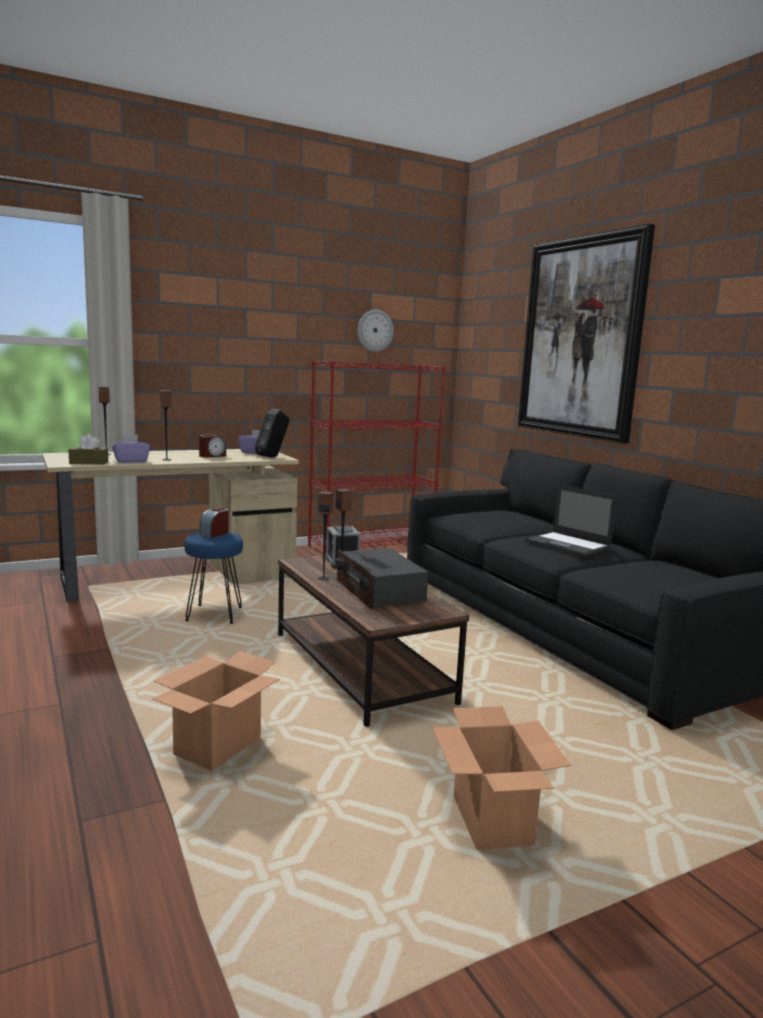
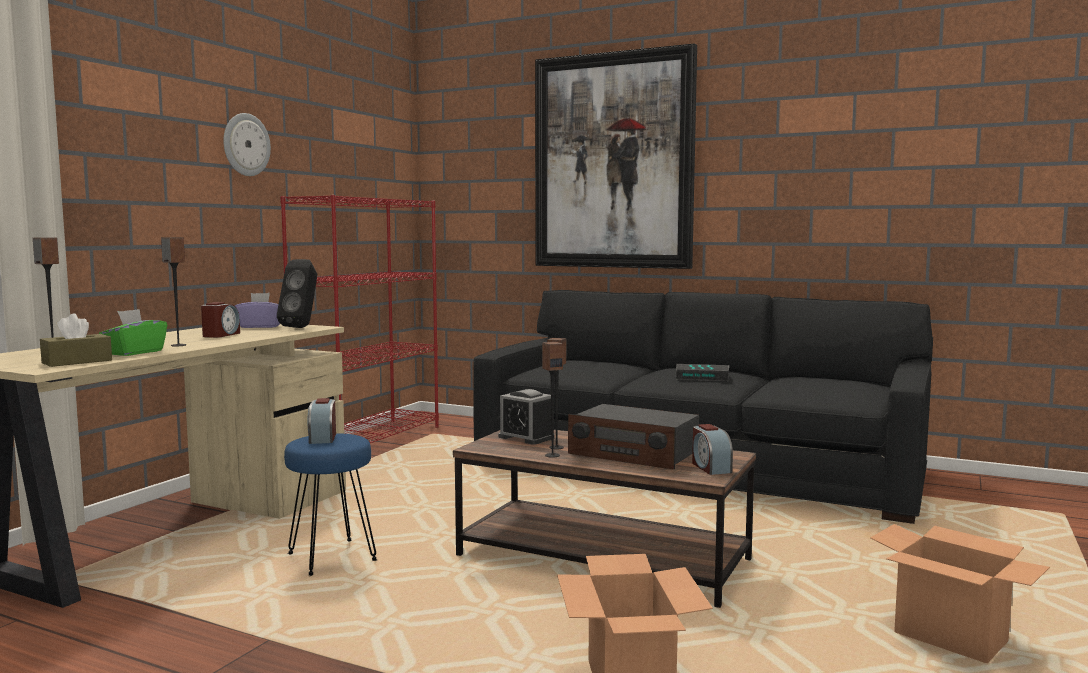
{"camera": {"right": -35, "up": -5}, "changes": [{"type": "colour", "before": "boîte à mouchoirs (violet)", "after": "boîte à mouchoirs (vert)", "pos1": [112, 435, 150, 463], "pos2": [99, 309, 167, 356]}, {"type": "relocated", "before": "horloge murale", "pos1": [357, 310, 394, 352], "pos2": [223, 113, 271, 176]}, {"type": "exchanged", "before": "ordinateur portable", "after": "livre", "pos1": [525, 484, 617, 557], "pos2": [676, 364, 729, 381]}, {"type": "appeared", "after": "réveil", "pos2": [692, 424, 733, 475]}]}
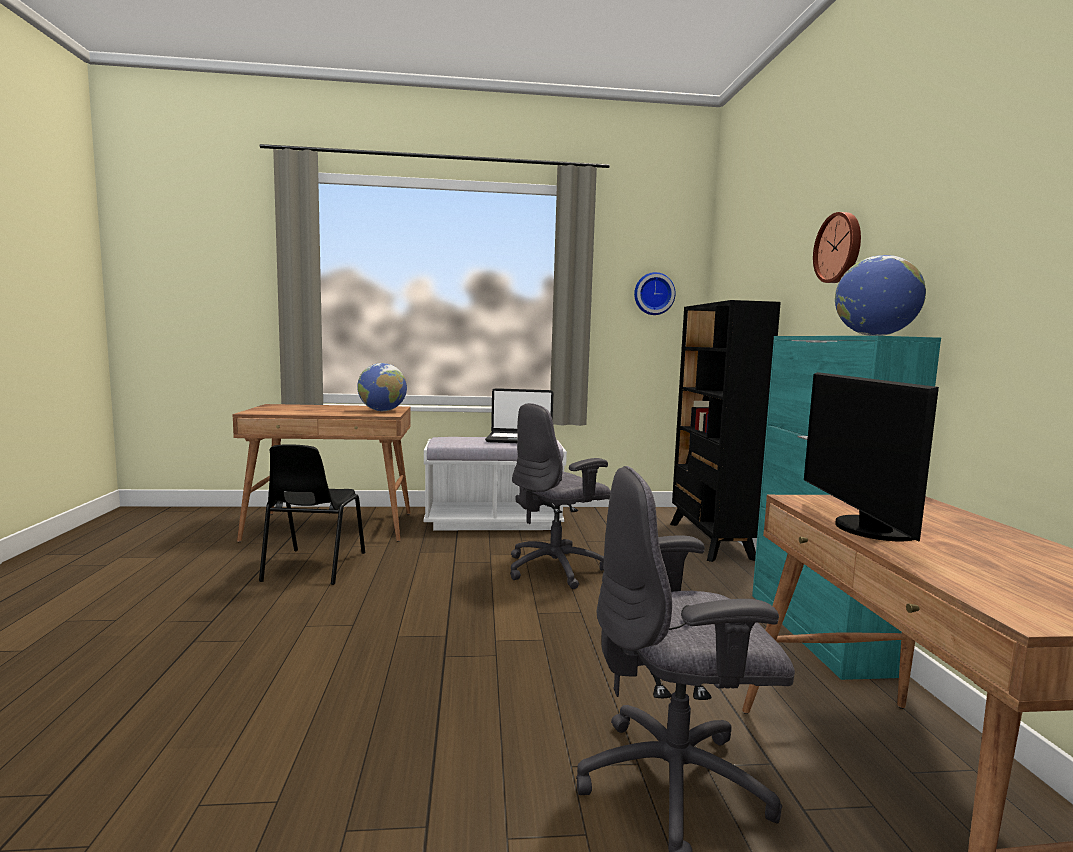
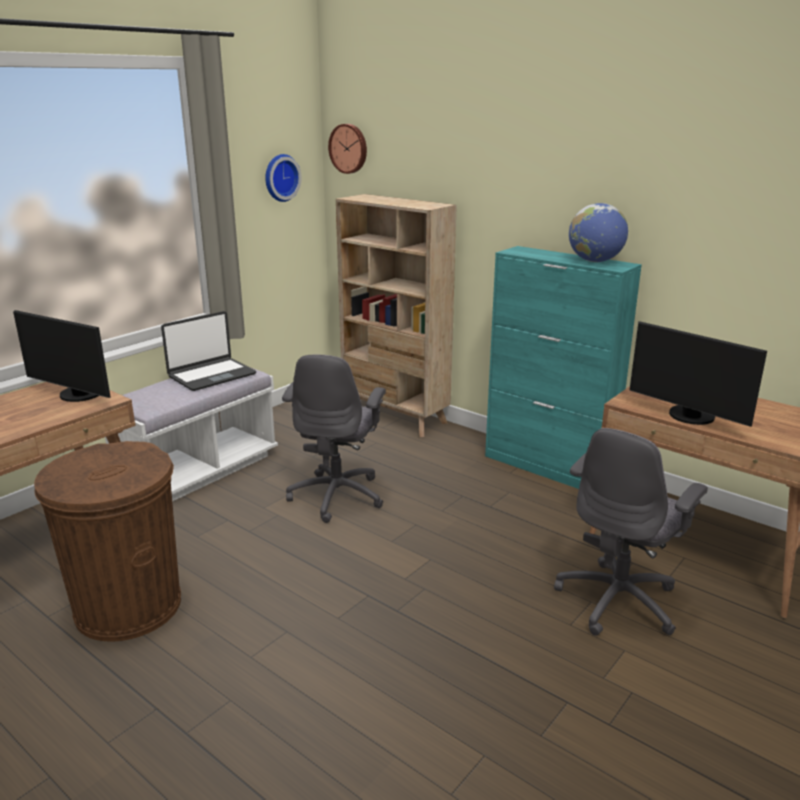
{"camera": {"right": -45, "up": 15}, "changes": [{"type": "exchanged", "before": "chaise (noir)", "after": "poubelle (marron)", "pos1": [259, 444, 365, 585], "pos2": [34, 441, 181, 641]}, {"type": "exchanged", "before": "globe", "after": "écran d'ordinateur", "pos1": [357, 363, 407, 411], "pos2": [13, 310, 111, 402]}, {"type": "colour", "before": "bibliothèque (noir)", "after": "bibliothèque (beige)", "pos1": [670, 300, 781, 562], "pos2": [336, 194, 457, 437]}, {"type": "relocated", "before": "horloge murale", "pos1": [813, 212, 861, 283], "pos2": [328, 124, 367, 174]}]}
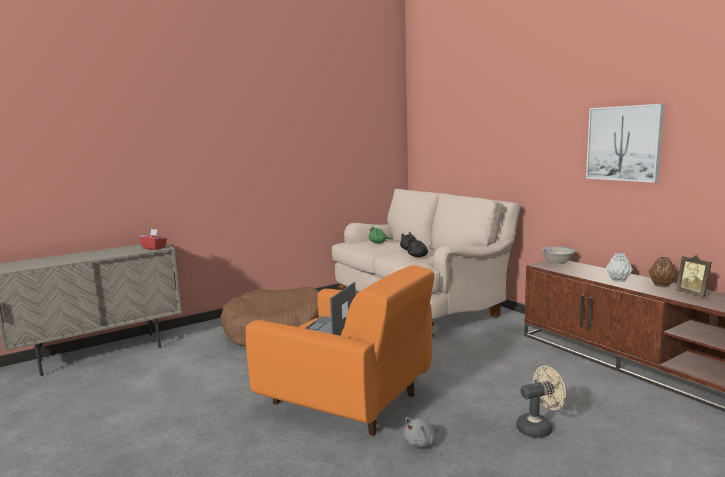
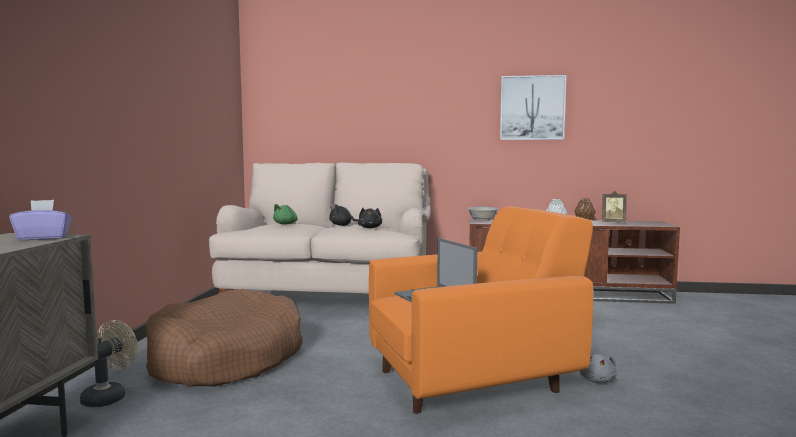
{"camera": {"right": -50, "up": -5}, "changes": [{"type": "colour", "before": "boîte à mouchoirs (rouge)", "after": "boîte à mouchoirs (violet)", "pos1": [139, 229, 167, 250], "pos2": [9, 200, 72, 240]}, {"type": "relocated", "before": "ventilateur (beige)", "pos1": [516, 365, 566, 438], "pos2": [80, 320, 138, 407]}]}
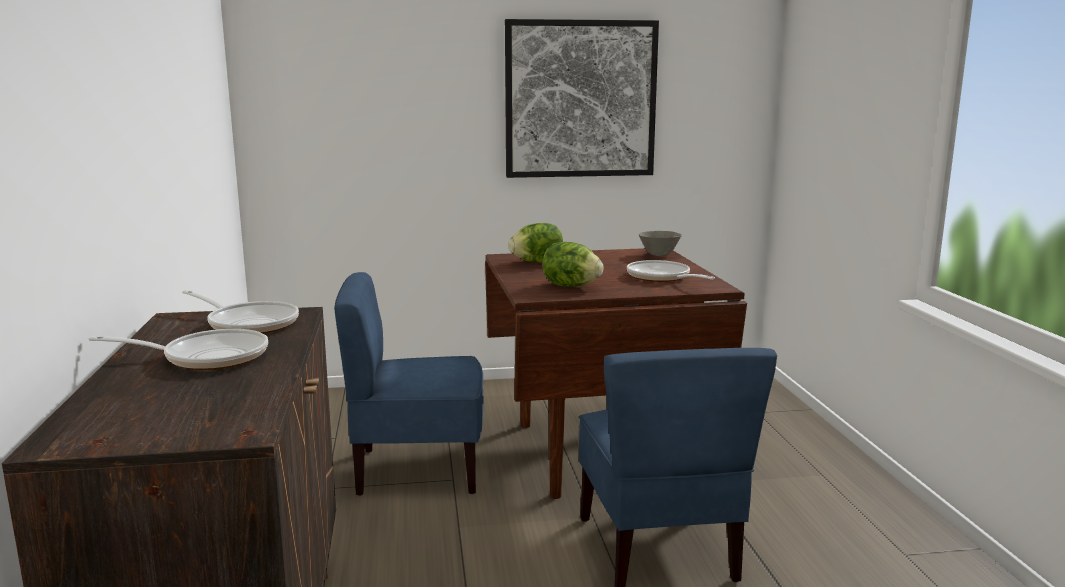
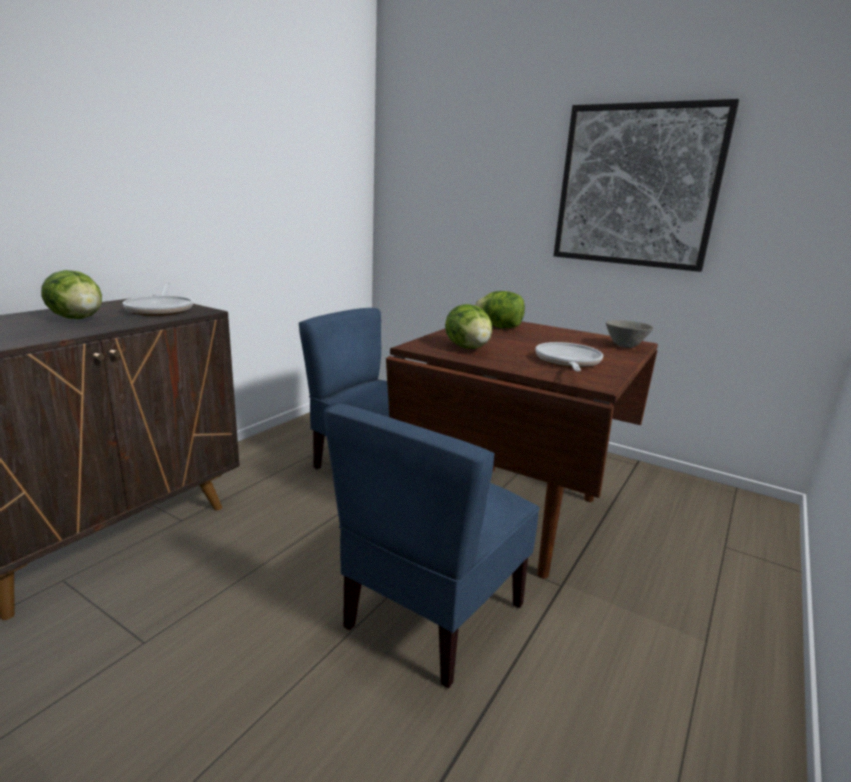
{"camera": {"right": 40, "up": 5}, "changes": [{"type": "exchanged", "before": "poêle", "after": "laitue", "pos1": [88, 329, 268, 370], "pos2": [41, 270, 102, 319]}]}
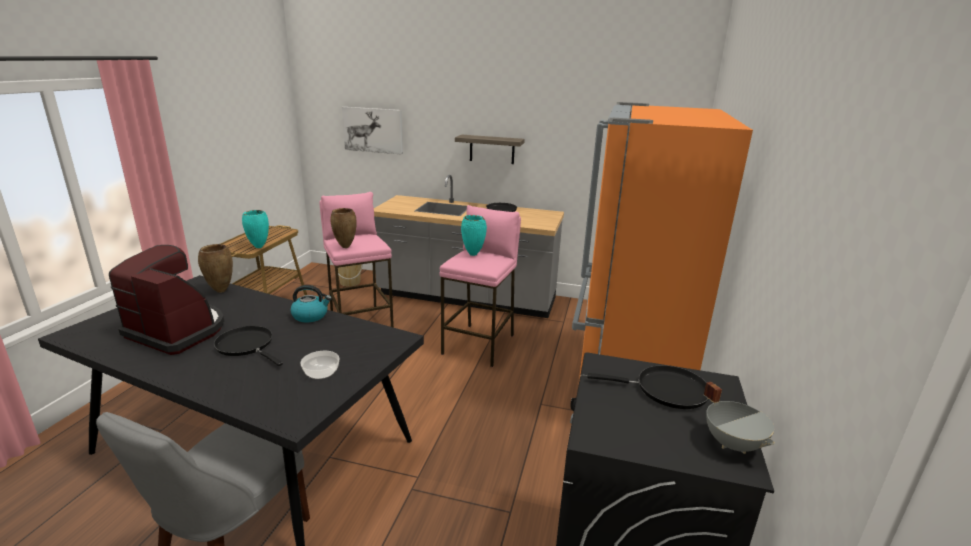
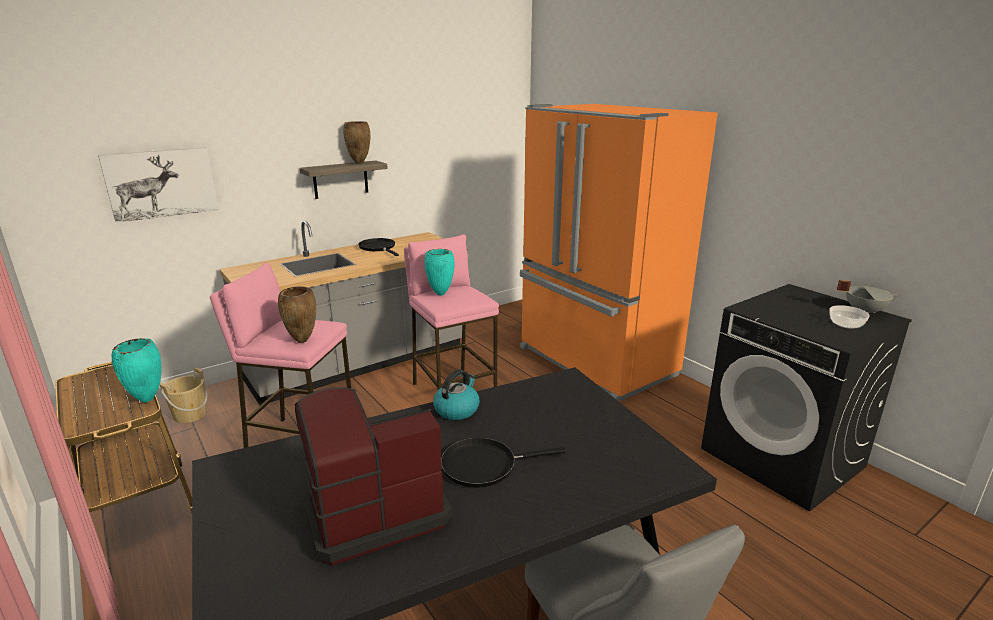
{"camera": {"right": -50, "up": 0}, "changes": [{"type": "relocated", "before": "vase (marron)", "pos1": [198, 244, 233, 293], "pos2": [343, 121, 370, 164]}, {"type": "relocated", "before": "bol", "pos1": [301, 351, 340, 379], "pos2": [829, 305, 870, 329]}, {"type": "missing", "before": "poêle (noir)", "pos1": [587, 365, 708, 409]}]}
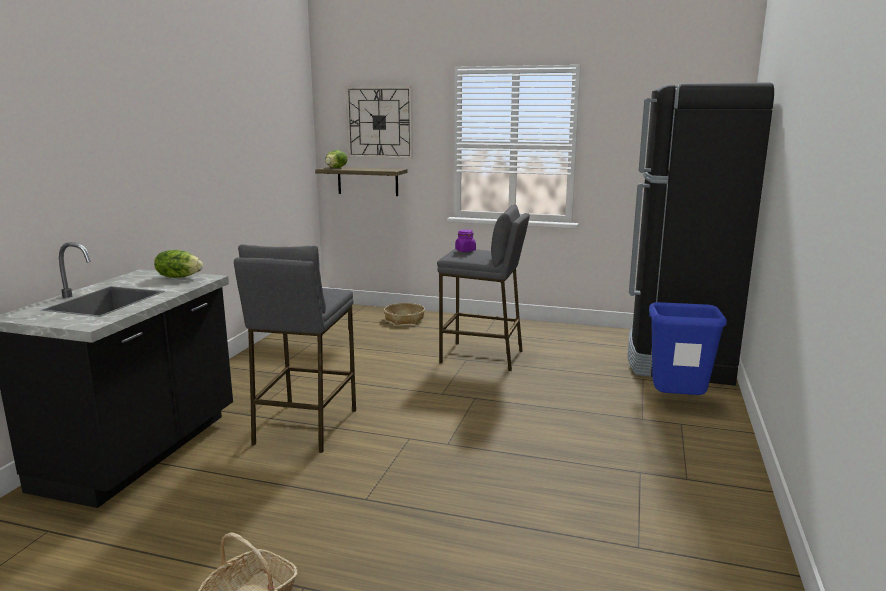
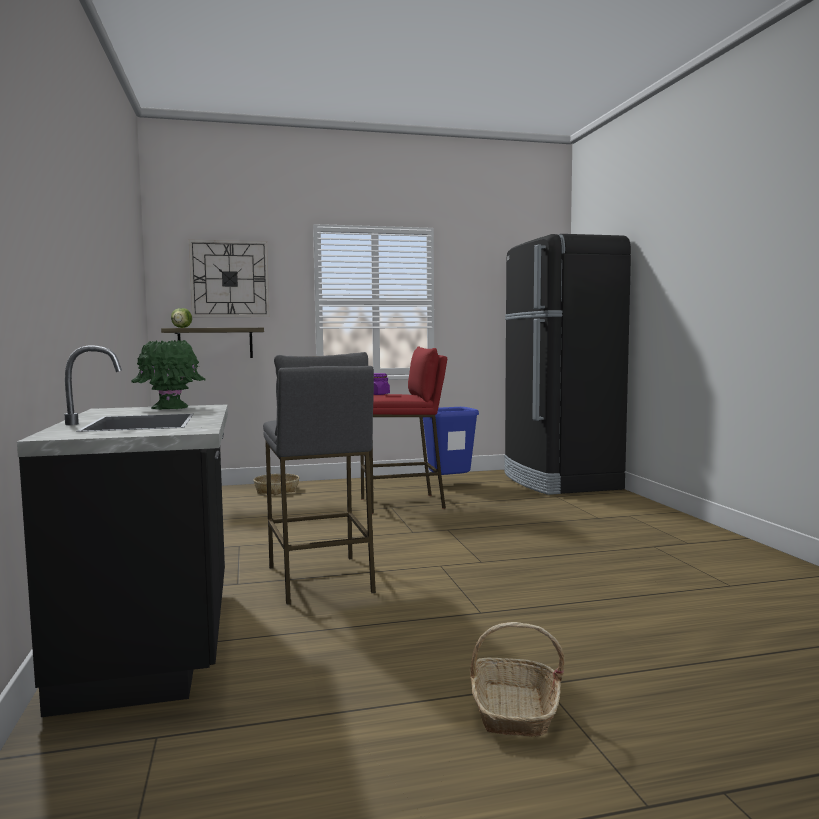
{"camera": {"right": -30, "up": -10}, "changes": [{"type": "exchanged", "before": "laitue", "after": "vase (vert)", "pos1": [154, 250, 203, 278], "pos2": [131, 340, 206, 410]}, {"type": "colour", "before": "tabouret (gris)", "after": "tabouret (rouge)", "pos1": [437, 204, 530, 371], "pos2": [360, 346, 447, 514]}, {"type": "relocated", "before": "poubelle (bleu)", "pos1": [649, 302, 727, 395], "pos2": [423, 407, 479, 475]}]}
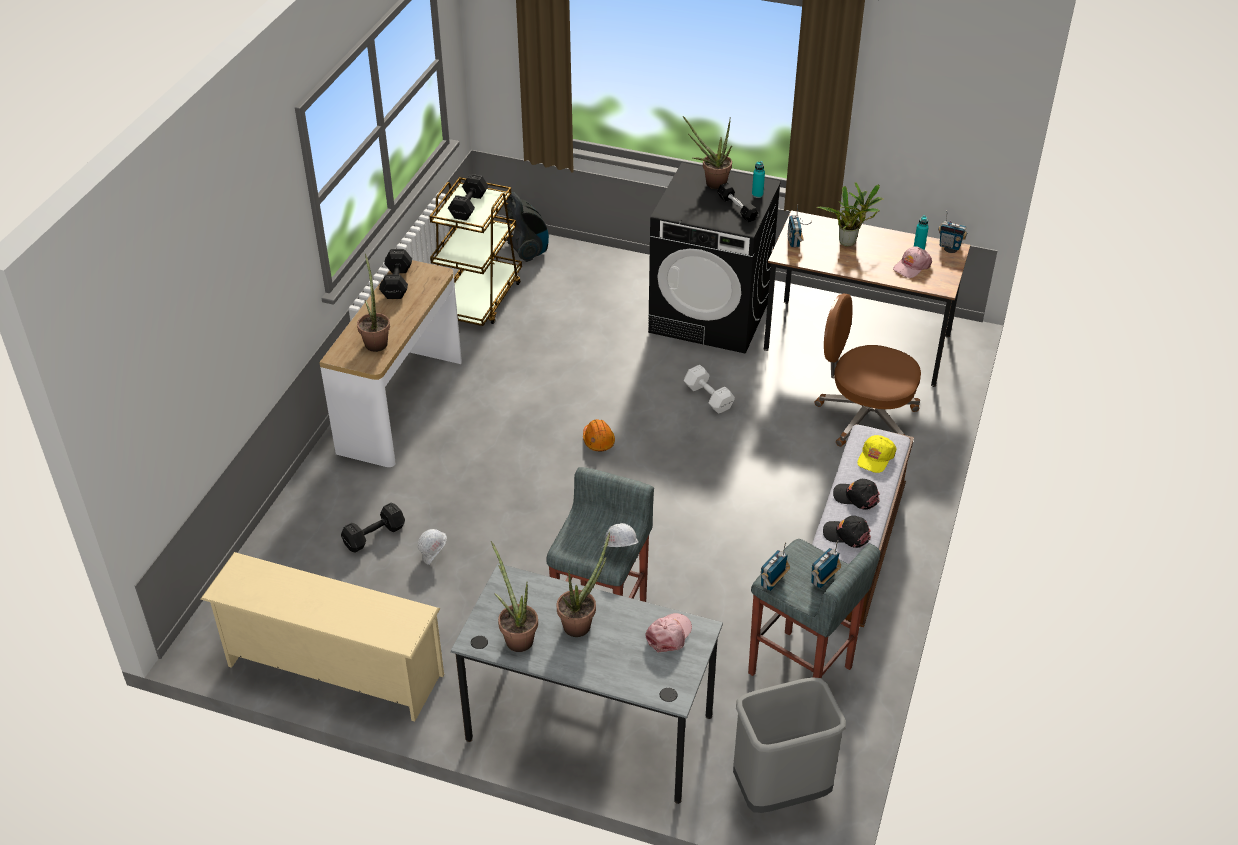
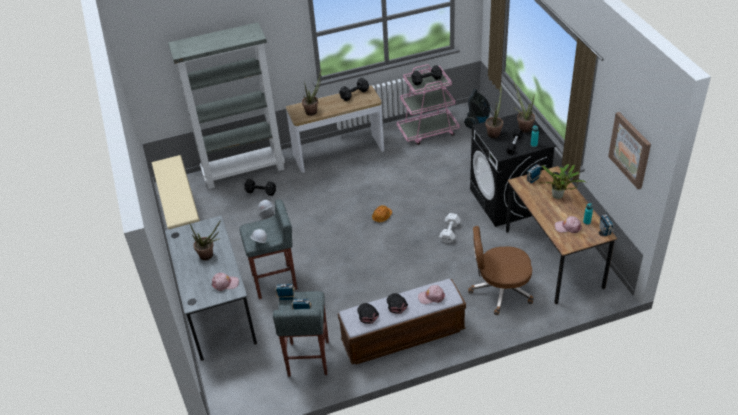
{"camera": {"right": 55, "up": 0}, "changes": [{"type": "colour", "before": "chariot (marron)", "after": "chariot (rose)", "pos1": [429, 177, 522, 326], "pos2": [397, 64, 460, 145]}, {"type": "relocated", "before": "plante en pot", "pos1": [491, 541, 538, 652], "pos2": [485, 86, 503, 138]}, {"type": "missing", "before": "poubelle (gris)", "pos1": [733, 677, 846, 813]}, {"type": "spun", "before": "chaise de bureau (marron)", "pos1": [814, 293, 921, 447], "pos2": [468, 226, 533, 315], "turn": -75}, {"type": "colour", "before": "casquette (jaune)", "after": "casquette (rose)", "pos1": [857, 435, 897, 473], "pos2": [418, 285, 445, 304]}, {"type": "appeared", "after": "bibliothèque (gris)", "pos2": [168, 22, 285, 189]}, {"type": "appeared", "after": "tableau", "pos2": [608, 112, 651, 189]}]}
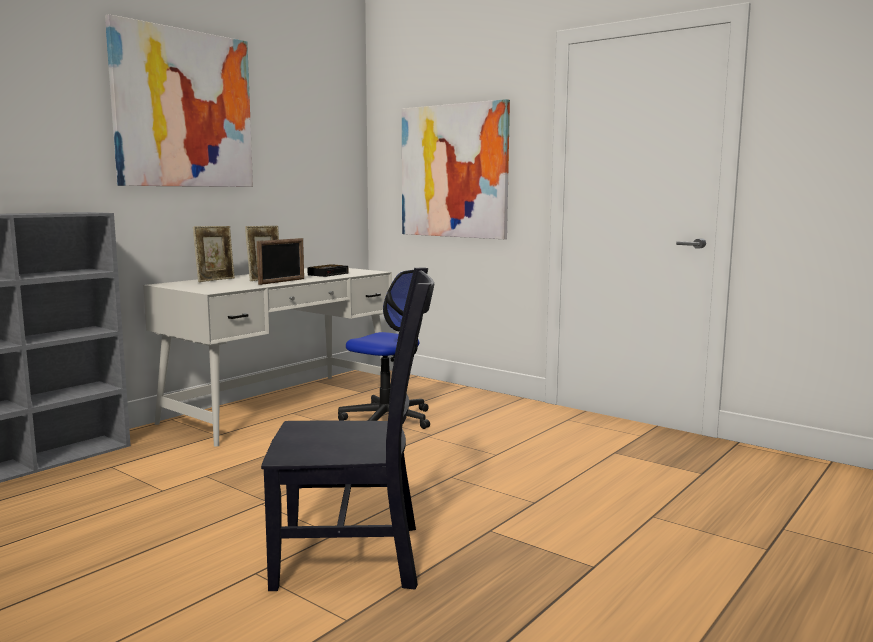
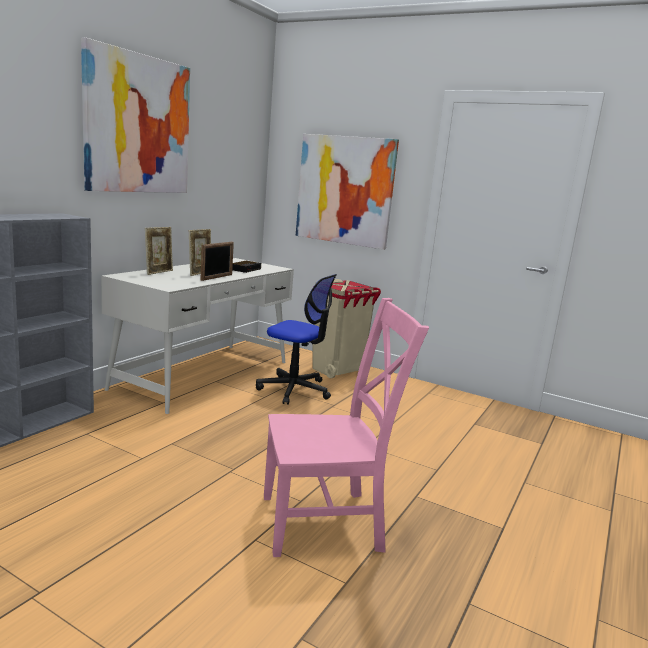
{"camera": {"right": -10, "up": 5}, "changes": [{"type": "colour", "before": "chaise (noir)", "after": "chaise (rose)", "pos1": [261, 267, 434, 591], "pos2": [264, 298, 429, 557]}, {"type": "appeared", "after": "poubelle (beige)", "pos2": [312, 279, 381, 379]}]}
